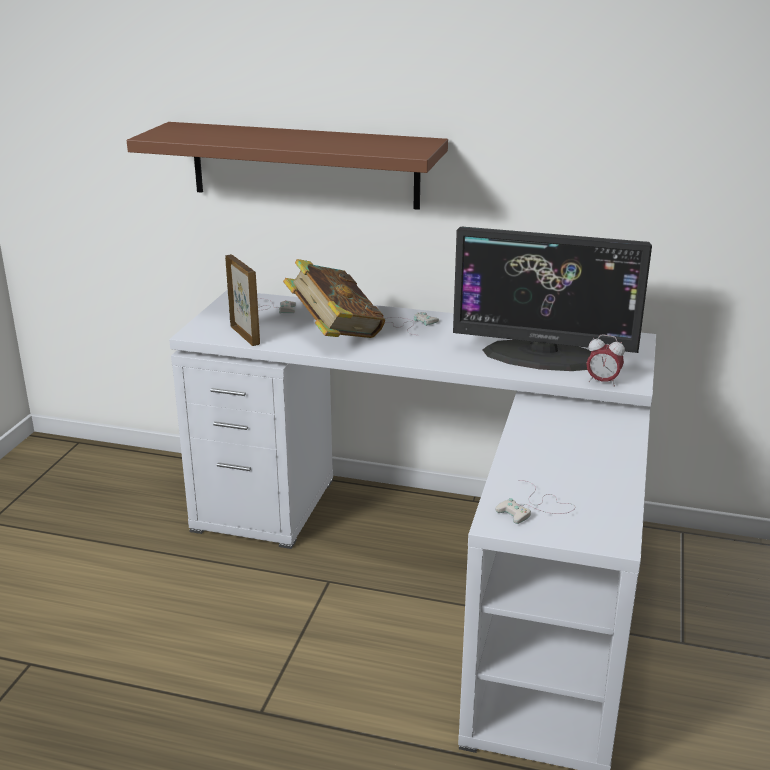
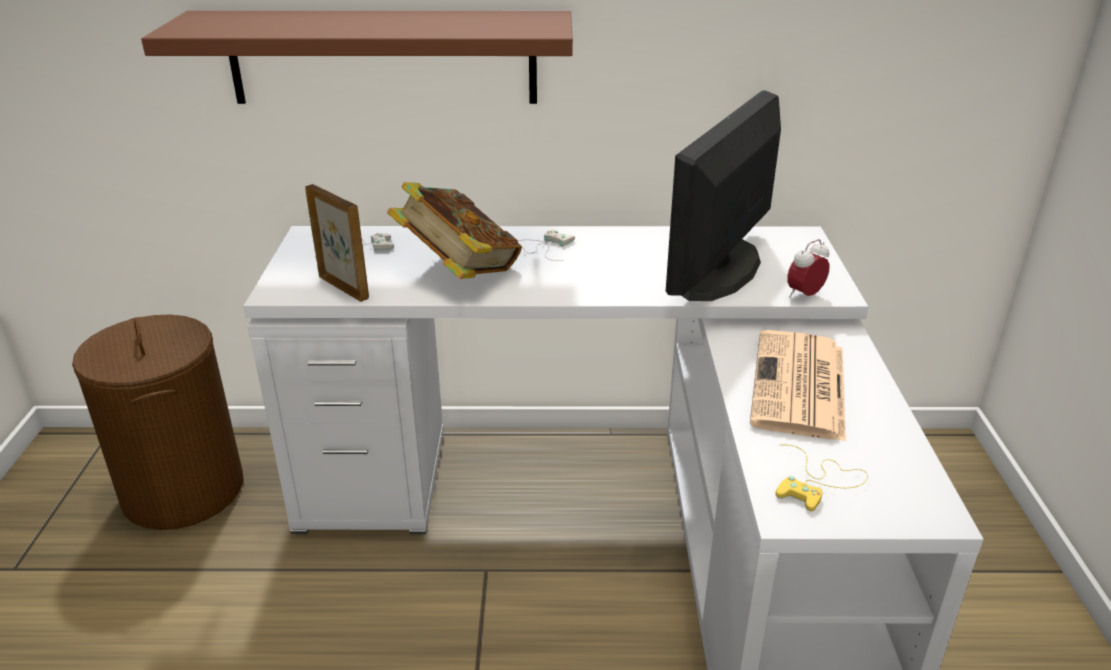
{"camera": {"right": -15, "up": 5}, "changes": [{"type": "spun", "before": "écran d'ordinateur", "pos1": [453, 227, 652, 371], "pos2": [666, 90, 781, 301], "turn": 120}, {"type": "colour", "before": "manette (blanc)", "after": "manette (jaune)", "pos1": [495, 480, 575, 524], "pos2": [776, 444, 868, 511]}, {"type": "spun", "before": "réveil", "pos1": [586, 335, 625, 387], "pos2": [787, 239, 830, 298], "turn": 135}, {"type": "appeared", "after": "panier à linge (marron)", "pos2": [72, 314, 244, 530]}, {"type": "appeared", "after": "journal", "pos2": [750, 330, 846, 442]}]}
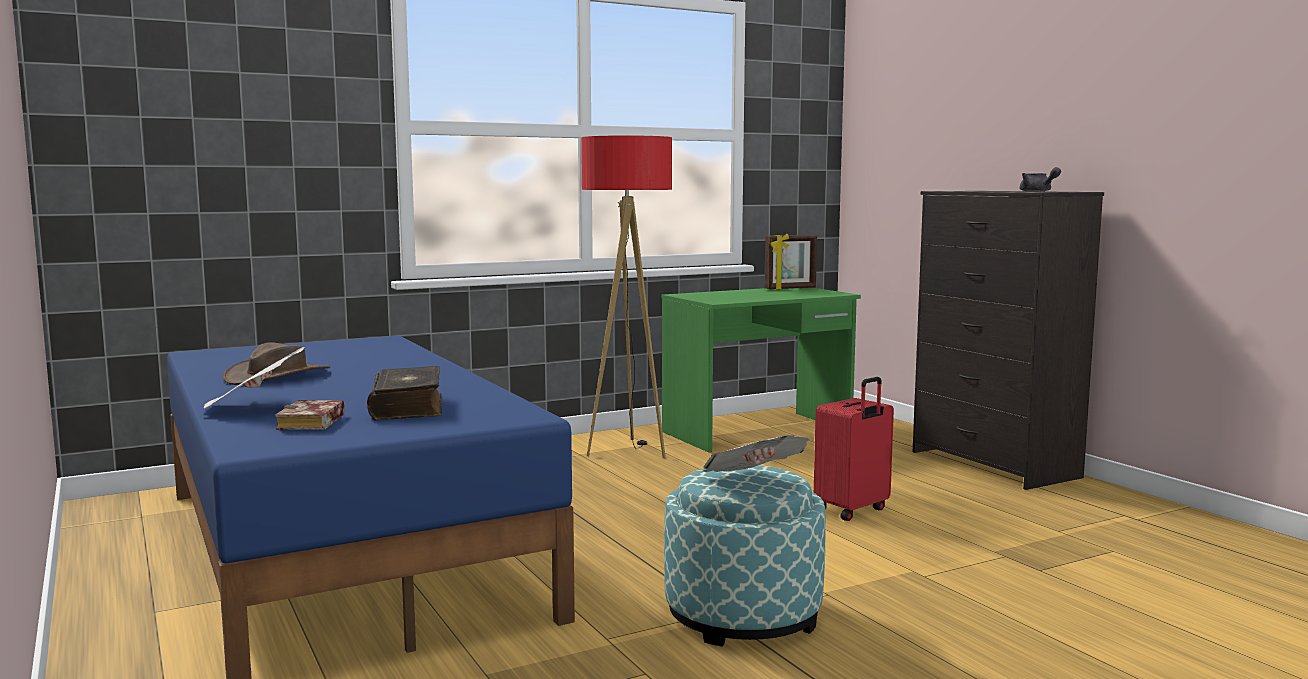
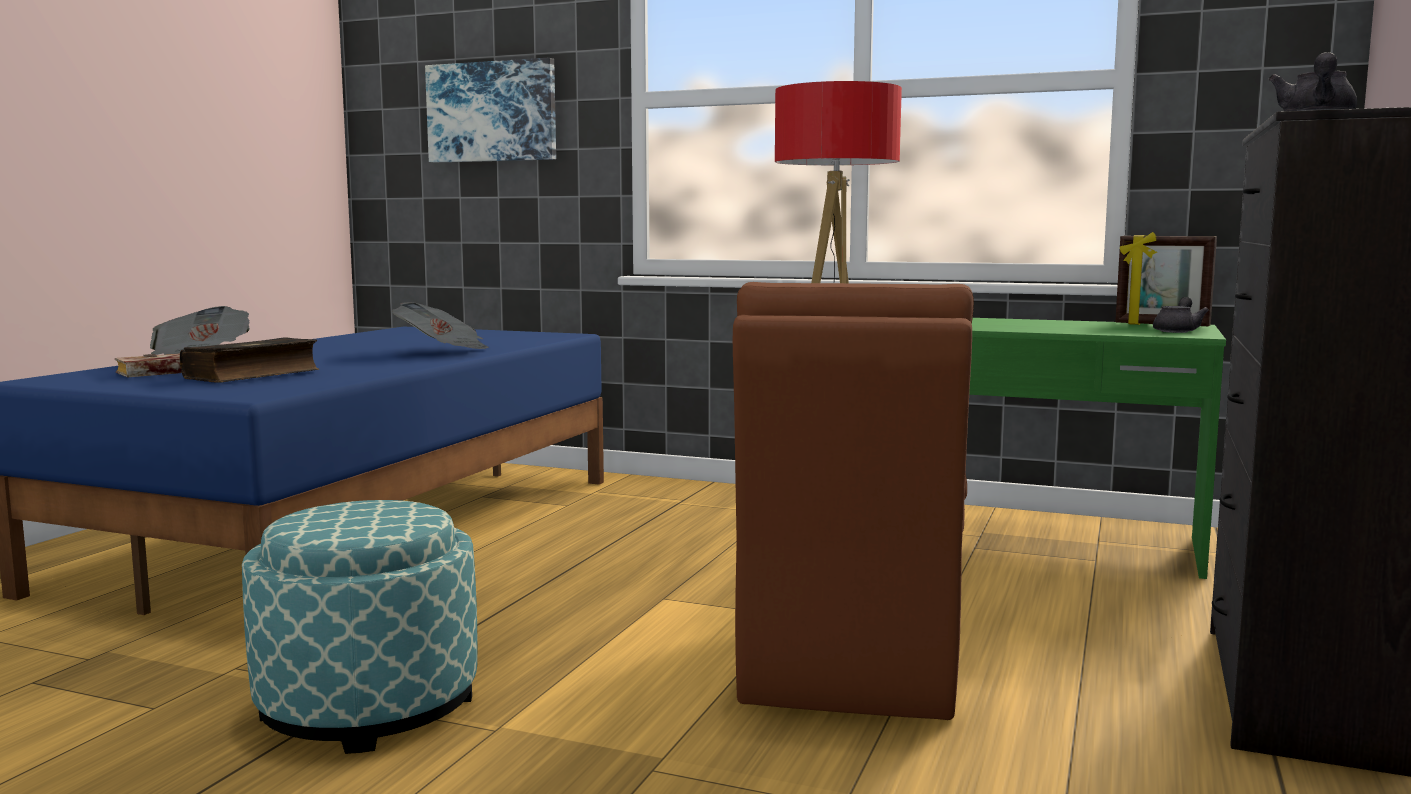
{"camera": {"right": 50, "up": 0}, "changes": [{"type": "missing", "before": "chapeau (marron)", "pos1": [223, 342, 330, 385]}, {"type": "relocated", "before": "journal", "pos1": [703, 435, 809, 472], "pos2": [392, 302, 489, 349]}, {"type": "exchanged", "before": "valise (rouge)", "after": "chaise (marron)", "pos1": [814, 377, 894, 521], "pos2": [733, 282, 974, 720]}, {"type": "appeared", "after": "tableau", "pos2": [425, 58, 556, 162]}, {"type": "appeared", "after": "théière (gris)", "pos2": [1153, 297, 1209, 333]}]}
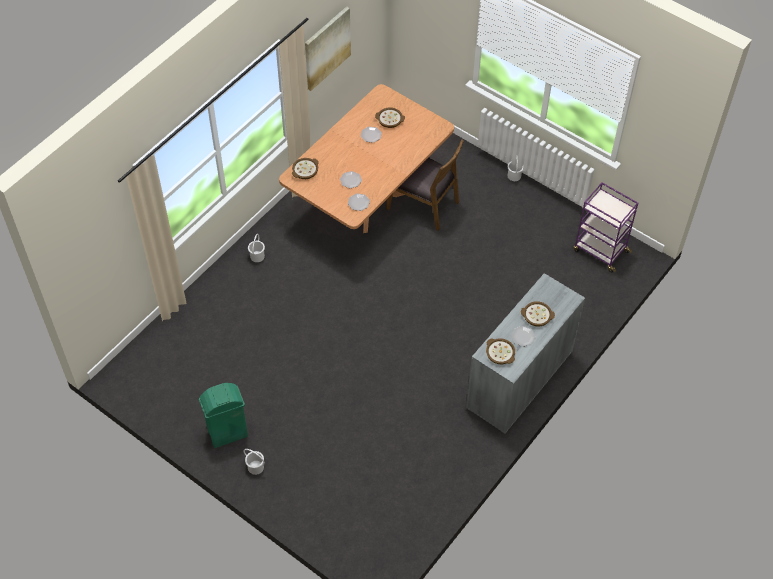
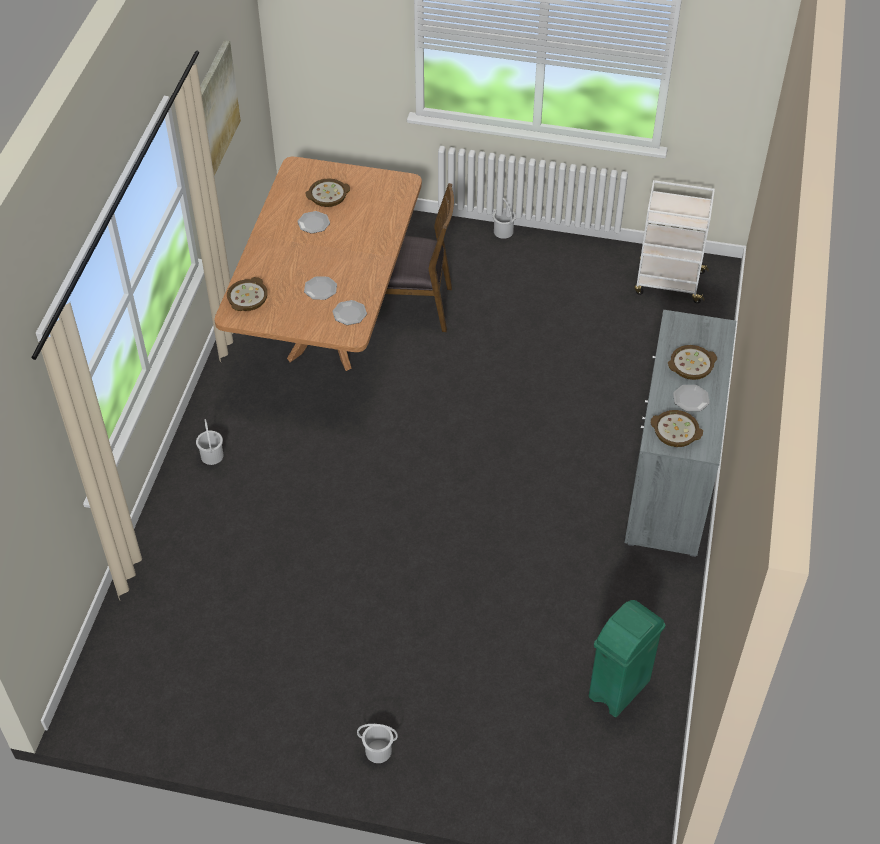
{"camera": {"right": -25, "up": -5}, "changes": [{"type": "relocated", "before": "poubelle (vert)", "pos1": [199, 383, 248, 448], "pos2": [589, 600, 666, 717]}, {"type": "colour", "before": "chariot (violet)", "after": "chariot (blanc)", "pos1": [574, 182, 638, 272], "pos2": [634, 180, 715, 303]}]}
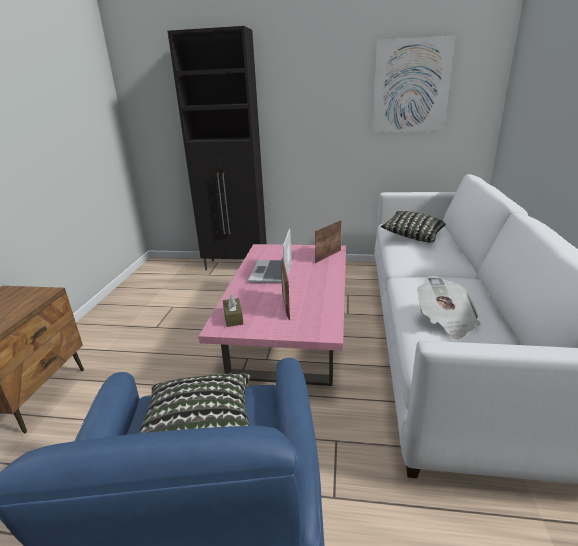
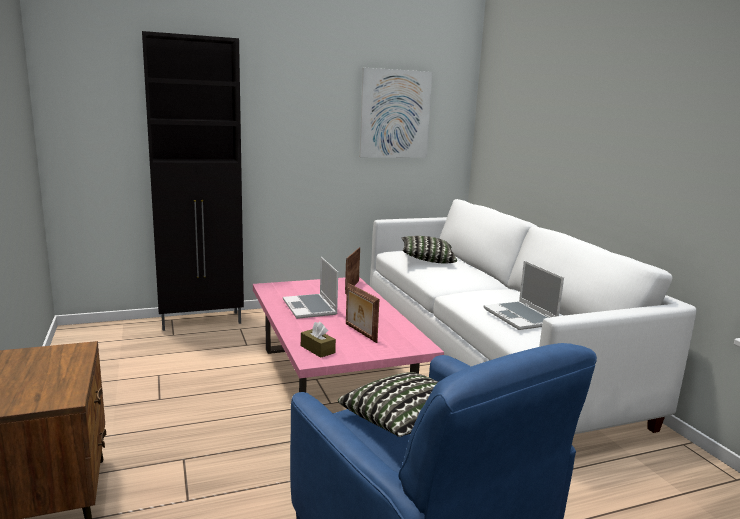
{"camera": {"right": -30, "up": -10}, "changes": [{"type": "exchanged", "before": "journal", "after": "ordinateur portable", "pos1": [417, 276, 481, 339], "pos2": [484, 261, 564, 330]}]}
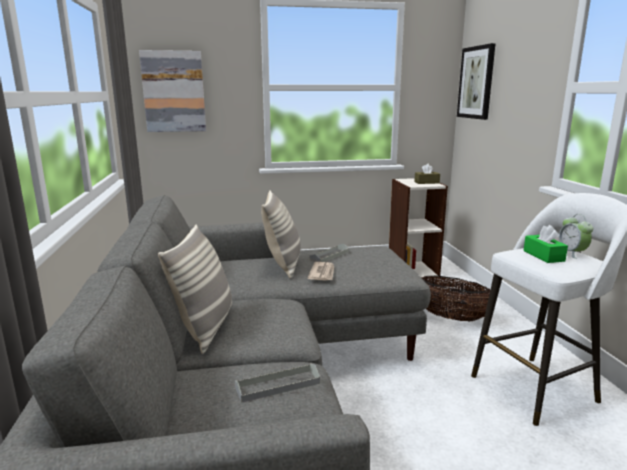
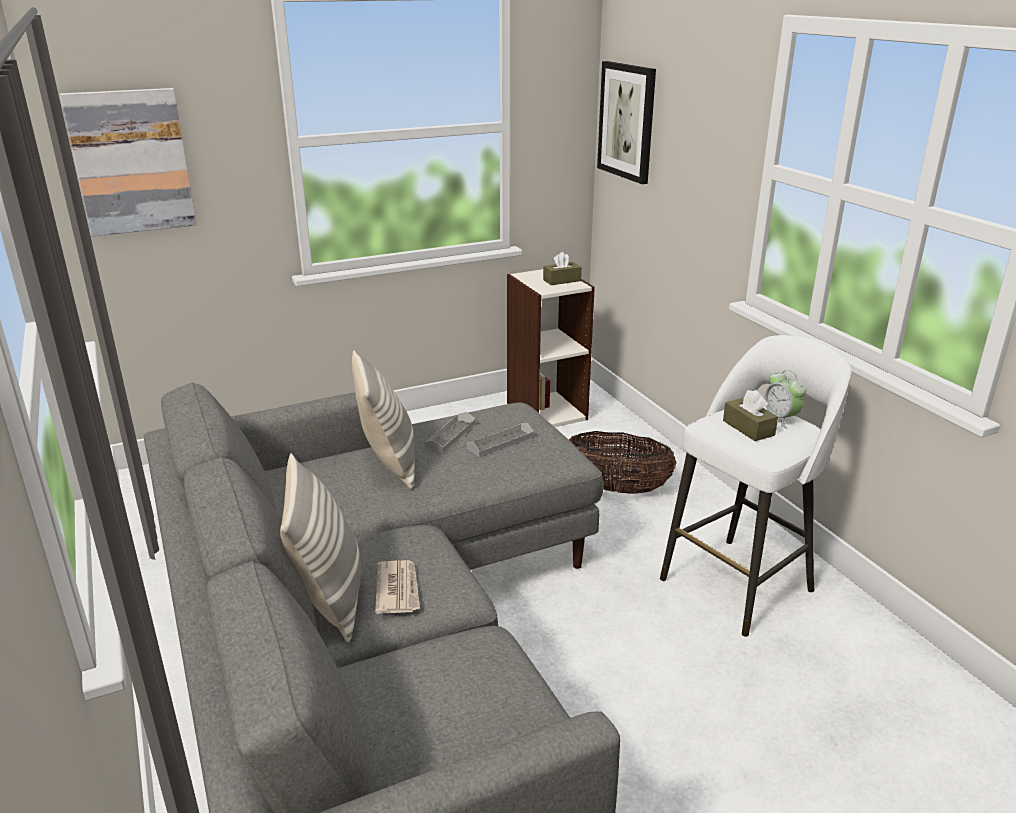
{"camera": {"right": -15, "up": 10}, "changes": [{"type": "relocated", "before": "plateau (gris)", "pos1": [235, 364, 320, 403], "pos2": [467, 423, 534, 457]}, {"type": "relocated", "before": "journal", "pos1": [308, 262, 334, 281], "pos2": [375, 560, 420, 614]}, {"type": "colour", "before": "boîte à mouchoirs (vert)", "after": "boîte à mouchoirs (marron)", "pos1": [523, 225, 568, 263], "pos2": [723, 390, 778, 441]}]}
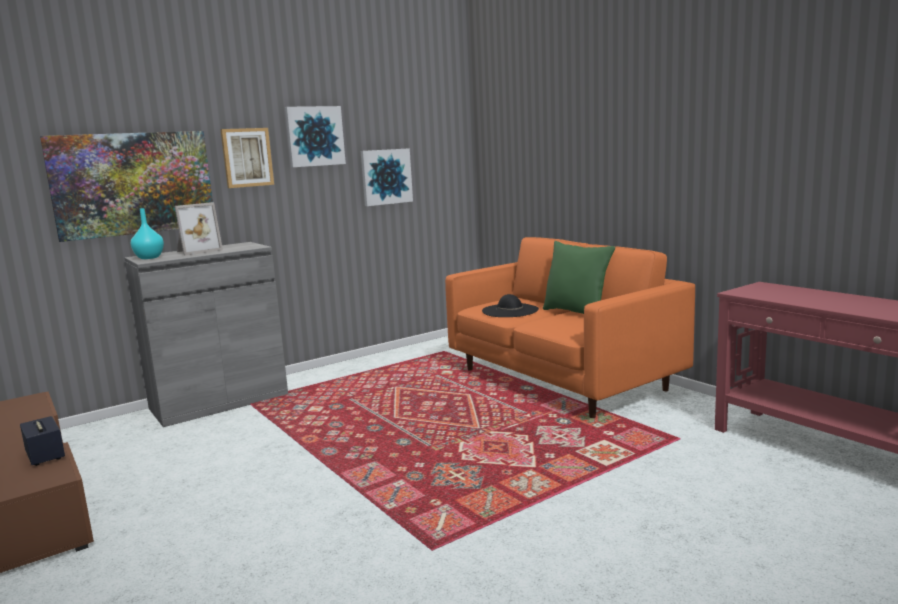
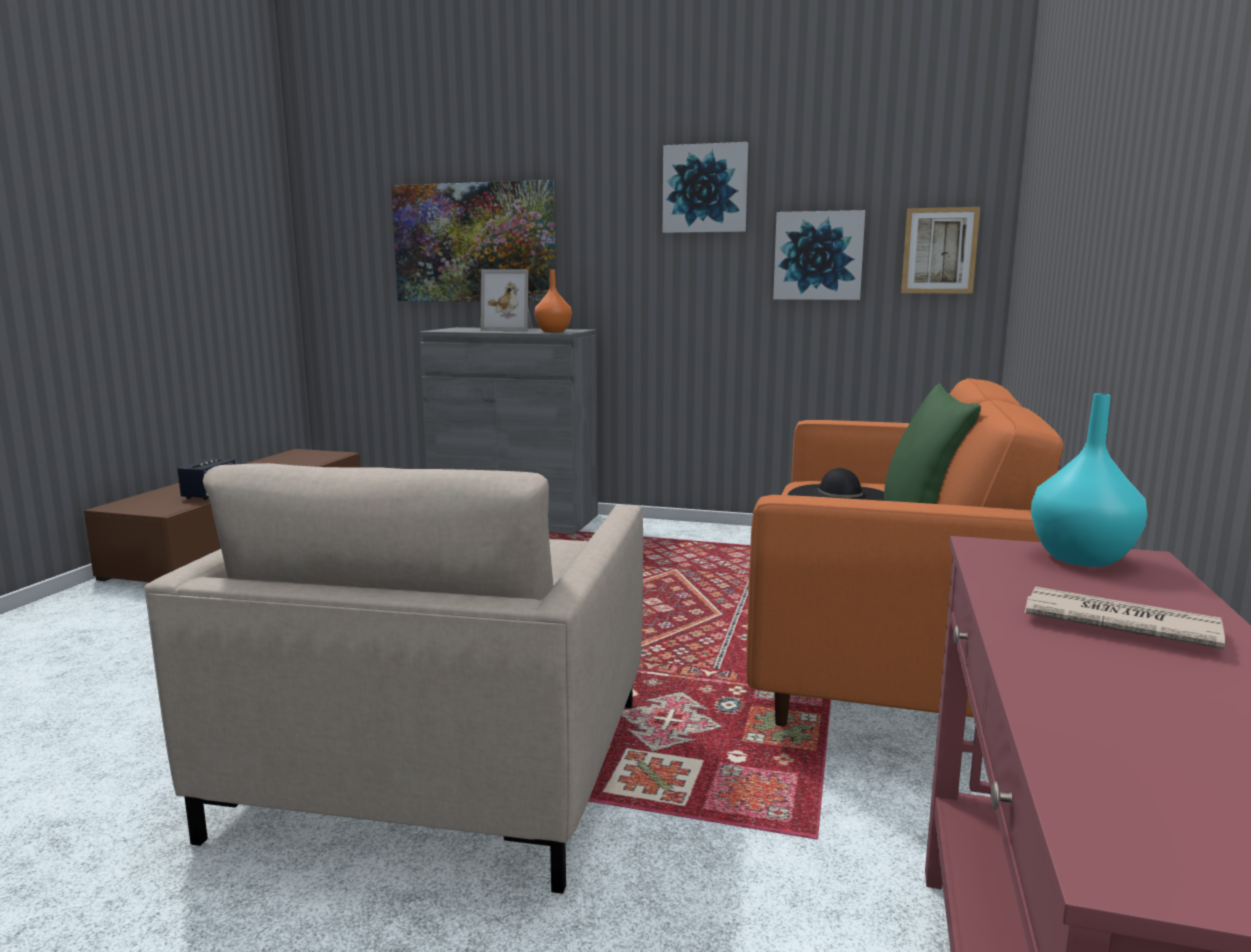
{"camera": {"right": 50, "up": 0}, "changes": [{"type": "relocated", "before": "vase (turquoise)", "pos1": [131, 208, 164, 259], "pos2": [1031, 394, 1147, 567]}, {"type": "relocated", "before": "tableau", "pos1": [220, 128, 274, 188], "pos2": [901, 207, 980, 293]}, {"type": "appeared", "after": "fauteuil (beige)", "pos2": [144, 463, 643, 894]}, {"type": "appeared", "after": "vase (orange)", "pos2": [534, 269, 572, 332]}, {"type": "appeared", "after": "journal", "pos2": [1025, 586, 1225, 649]}]}
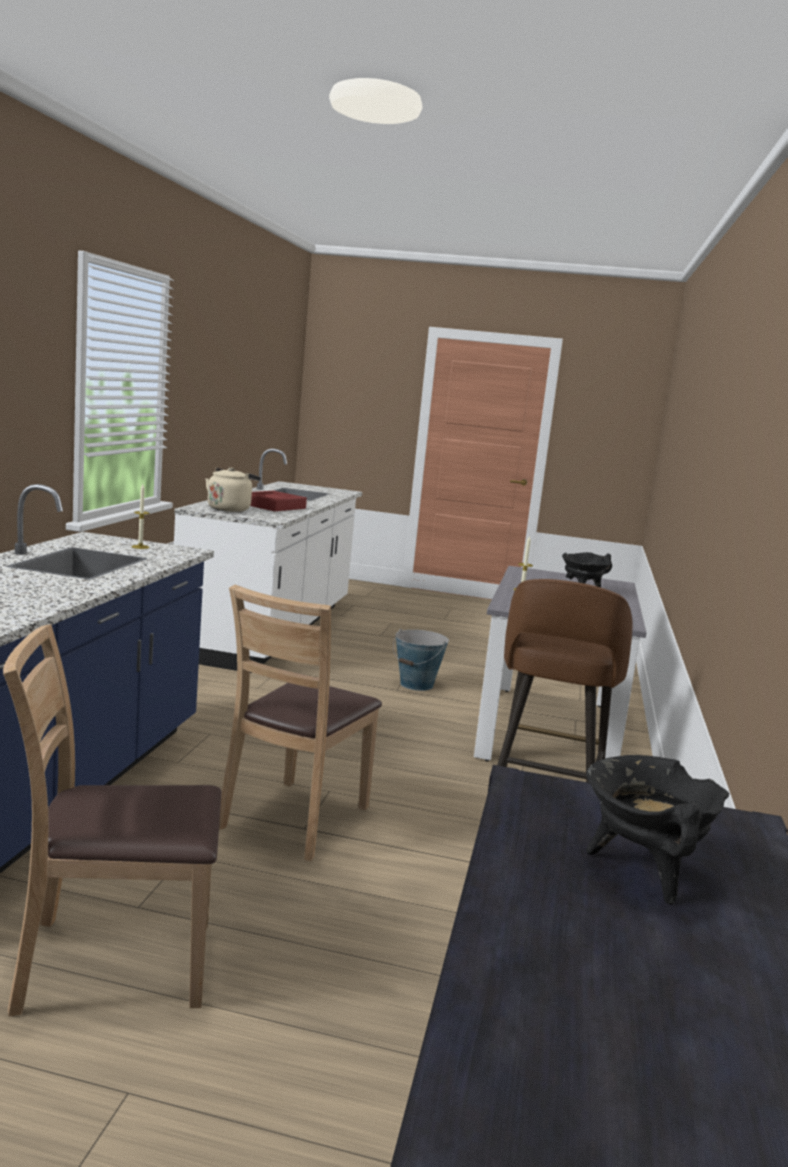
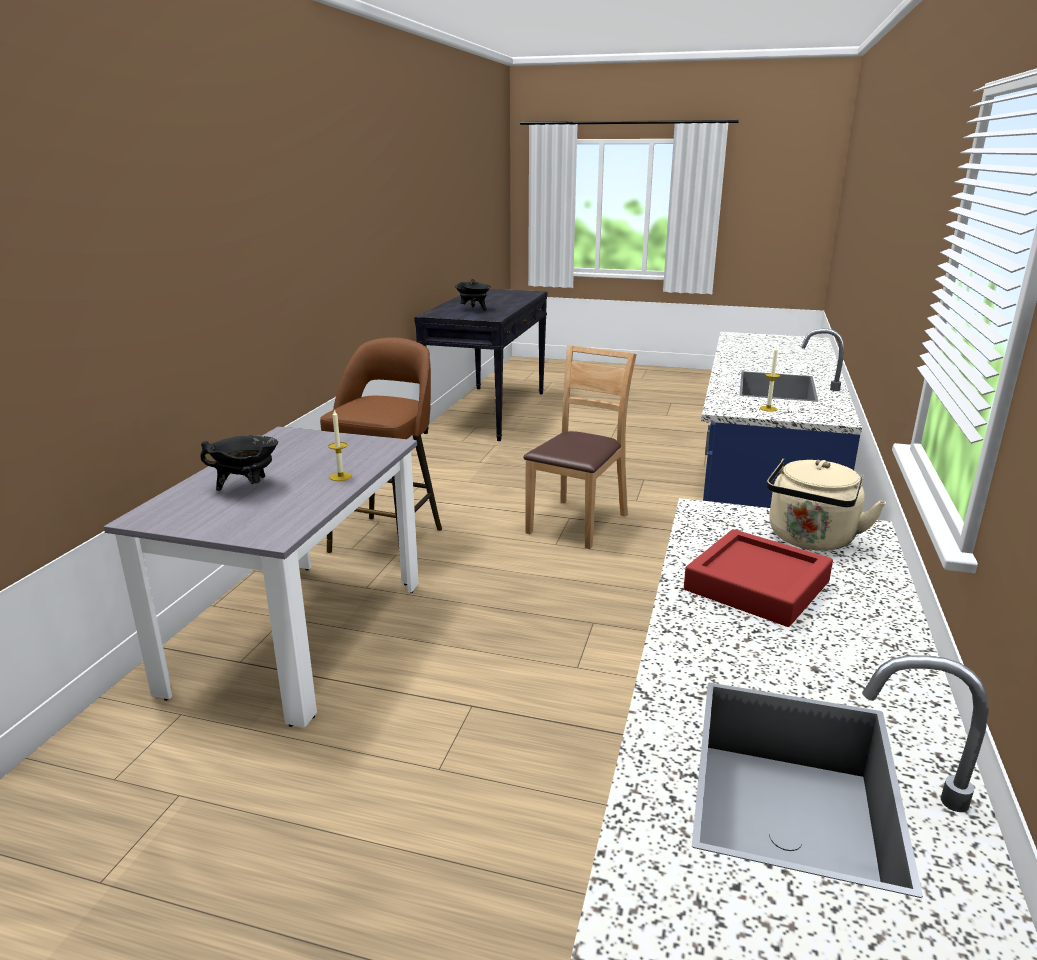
{"camera": {"right": -175, "up": 10}, "changes": [{"type": "missing", "before": "chaise (marron)", "pos1": [3, 624, 221, 1017]}, {"type": "missing", "before": "seau", "pos1": [393, 629, 449, 691]}]}
